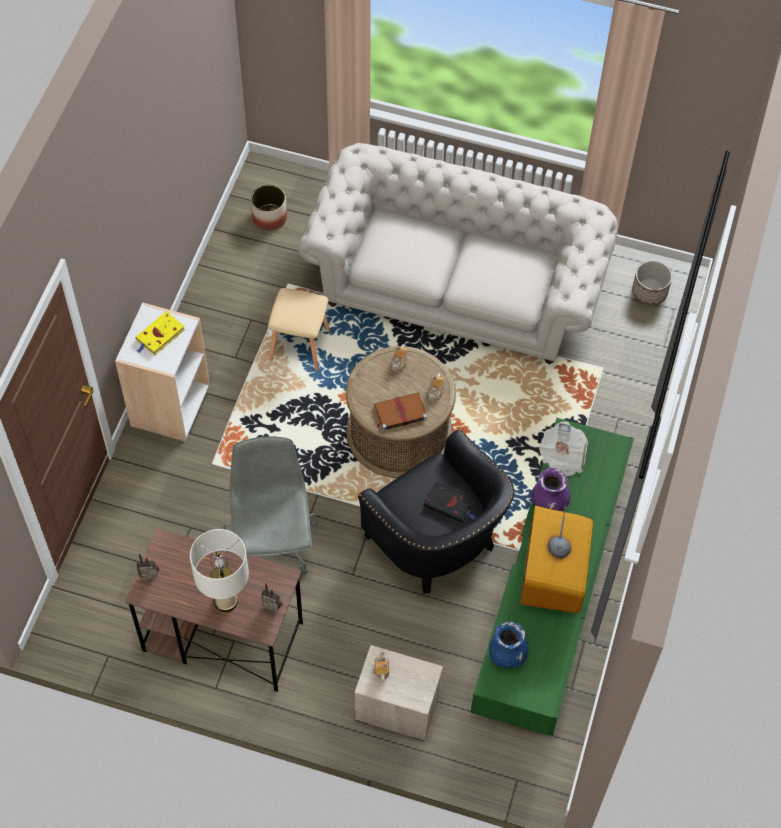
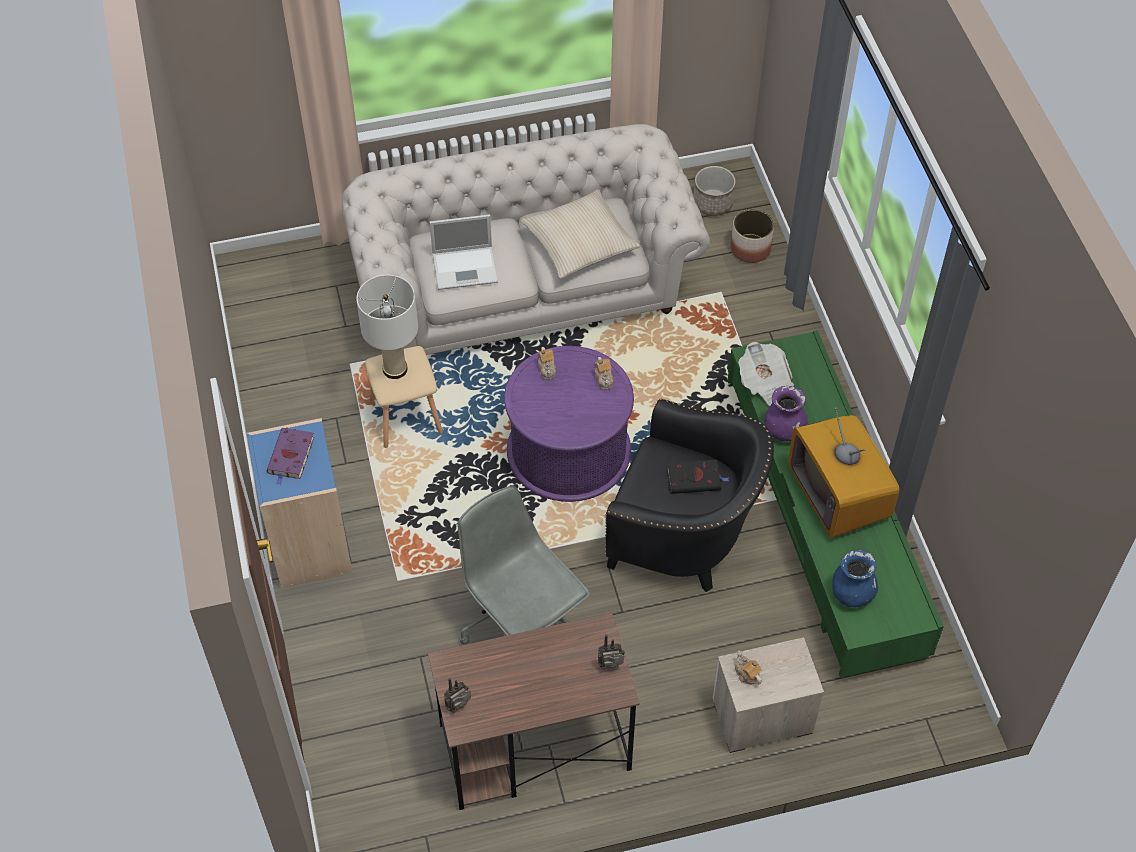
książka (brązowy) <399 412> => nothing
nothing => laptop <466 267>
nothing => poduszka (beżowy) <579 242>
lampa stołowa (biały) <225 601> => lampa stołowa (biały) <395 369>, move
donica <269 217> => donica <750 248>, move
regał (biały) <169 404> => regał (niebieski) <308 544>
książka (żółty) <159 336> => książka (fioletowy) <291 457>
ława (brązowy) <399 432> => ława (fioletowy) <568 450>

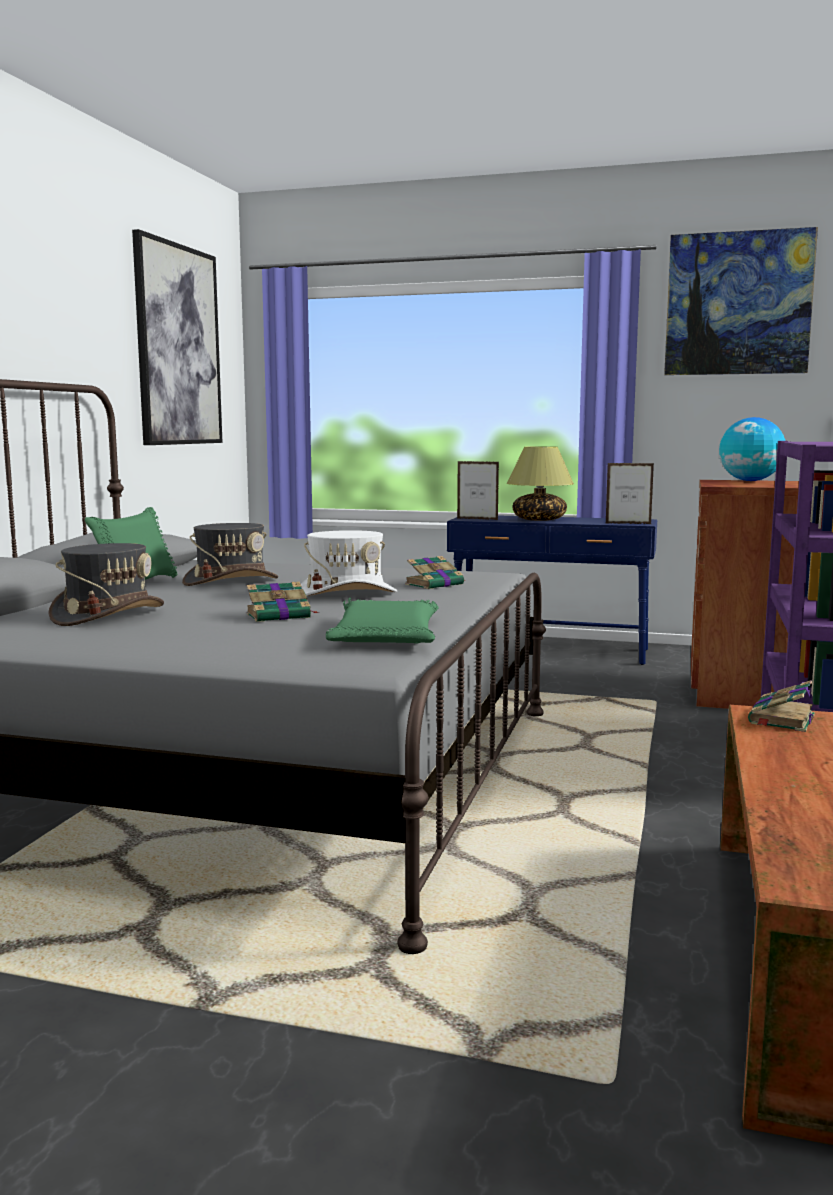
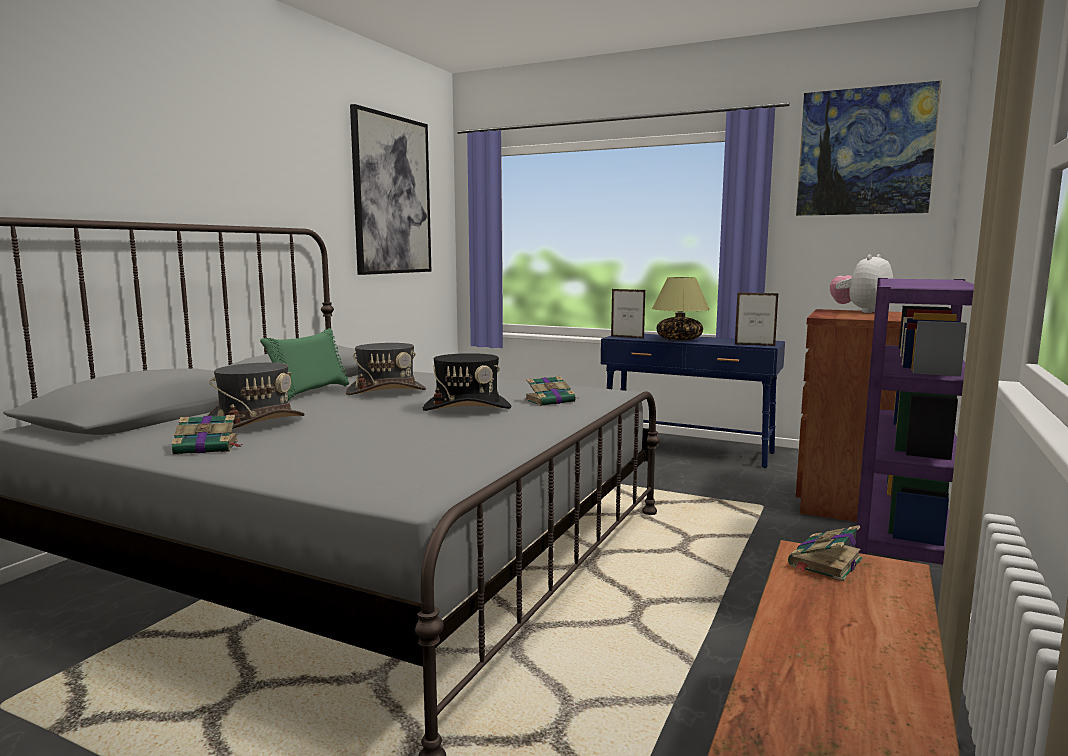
poduszka (zielony) <385 634> => nothing
książka <280 616> => książka <208 447>, move
globus <750 481> => pluszak <861 311>
kapelusz (biały) <346 593> => kapelusz (czarny) <467 408>

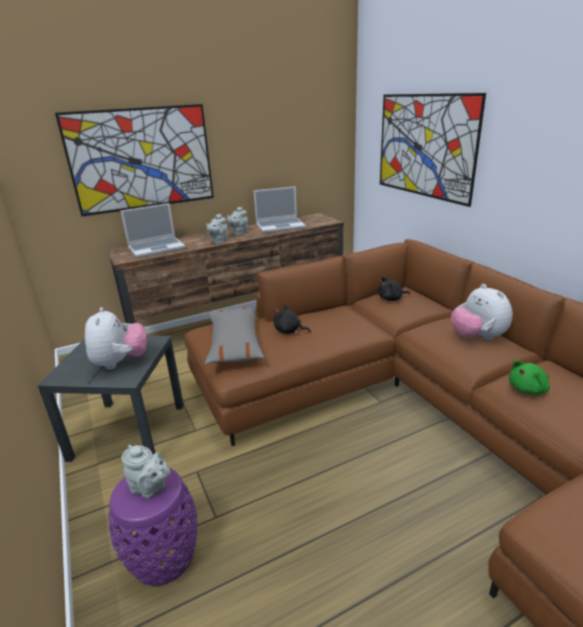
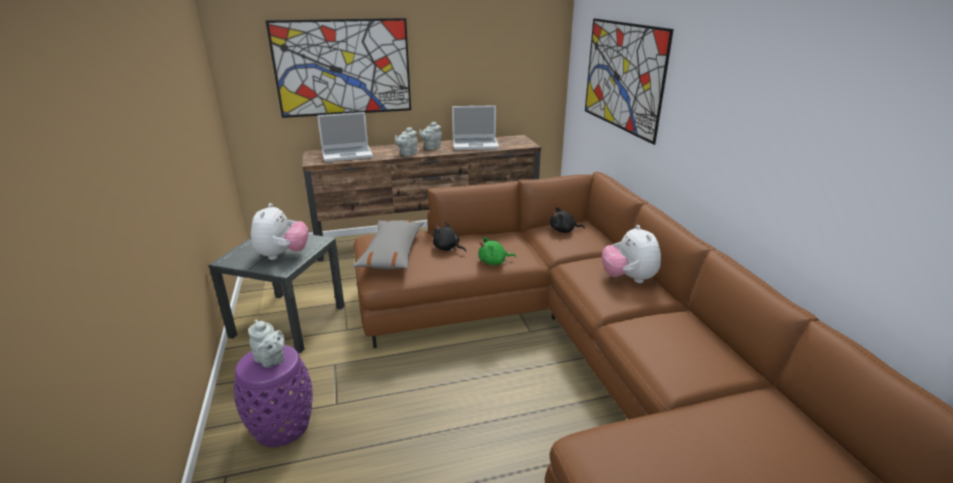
pluszak (zielony) <528 389> => pluszak (zielony) <494 262>, move

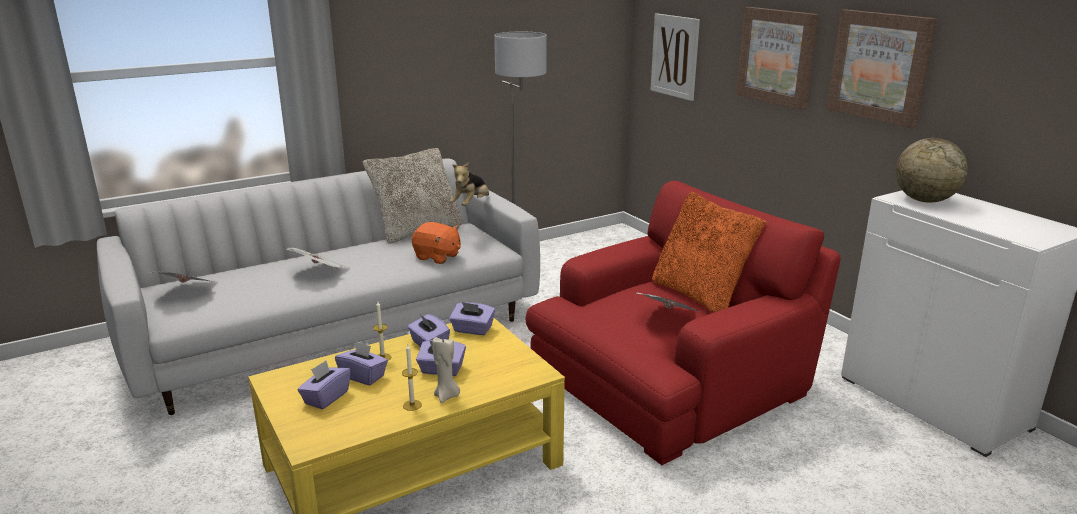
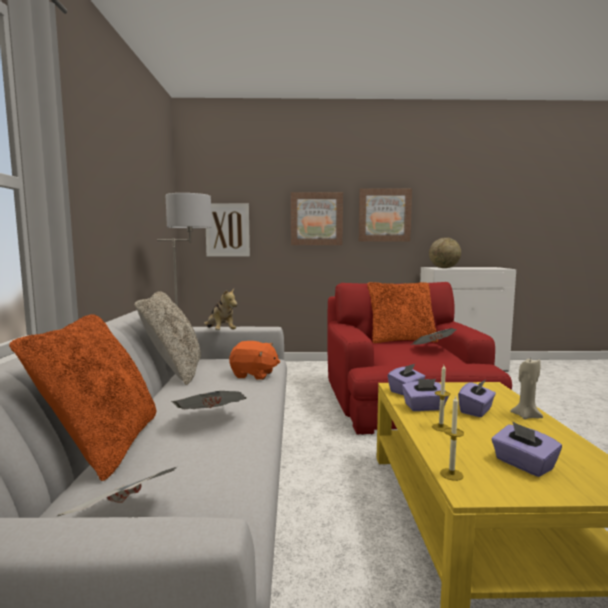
pudełko chusteczek (fioletowy) <363 376> => nothing
nothing => poduszka (pomarańczowy) <103 444>
świeca <412 405> => świeca <451 474>, move
pluszak (pomarańczowy) <437 257> => pluszak (pomarańczowy) <254 375>, 45 degrees clockwise

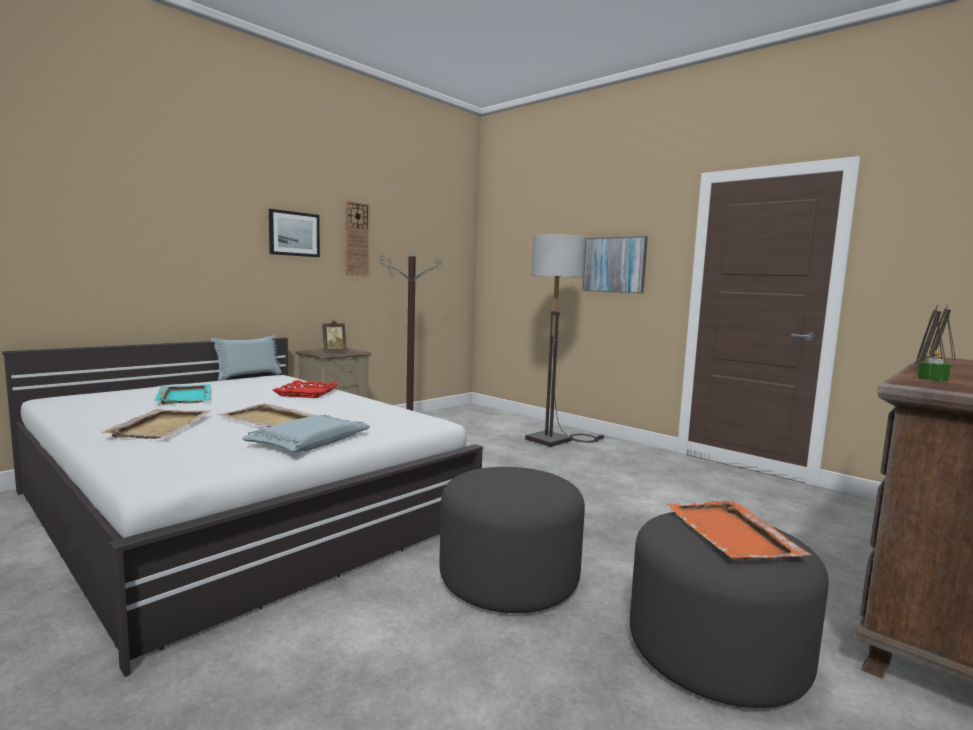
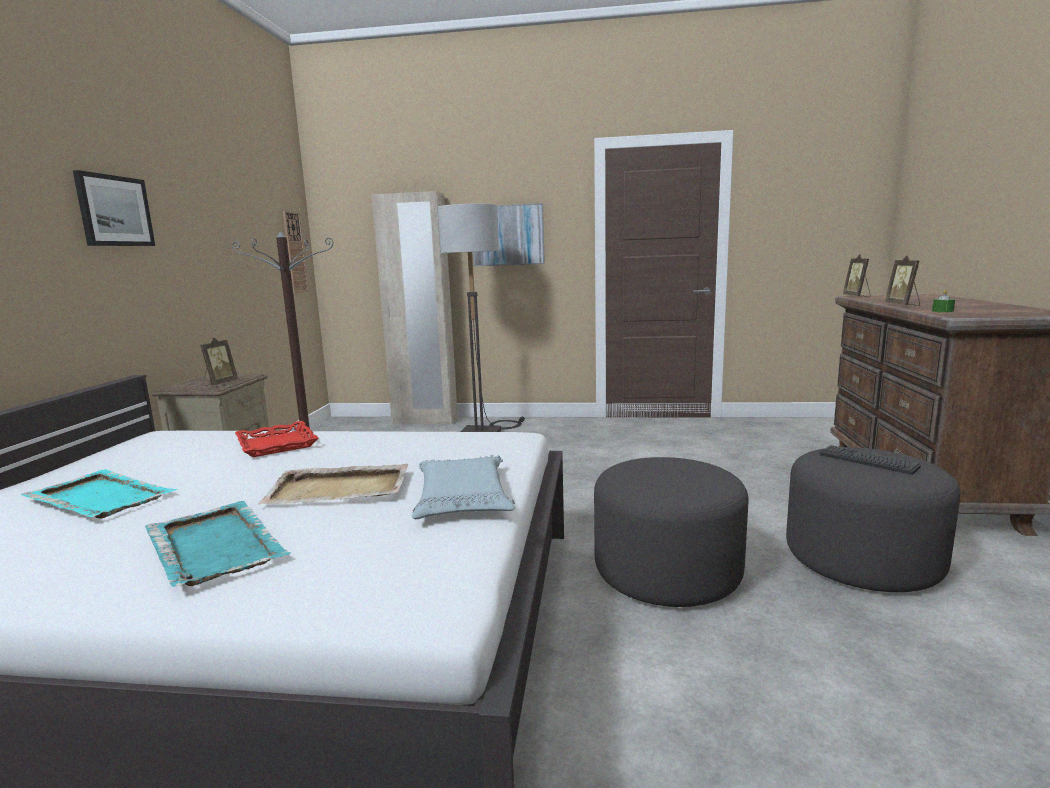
poduszka (niebieski) <248 376> => nothing
nothing => szafa (beżowy) <425 421>
zegar ścienny <357 239> => zegar ścienny <294 252>, move
taca (pomarańczowy) <731 533> => klawiatura <868 460>
taca (beżowy) <162 426> => taca (turkusowy) <215 545>

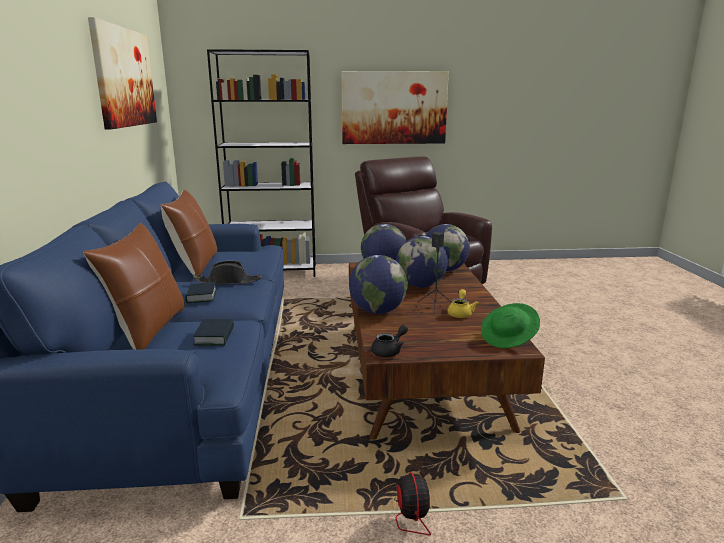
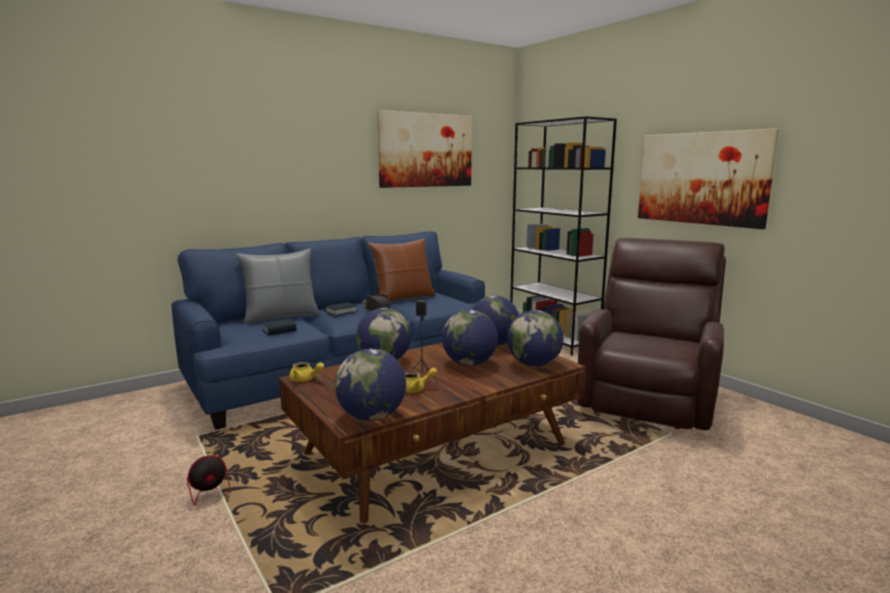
kapelusz (zielony) <509 338> => globus <372 417>
poduszka (brązowy) <147 329> => poduszka (szary) <281 317>
imbryk (czarny) <389 351> => imbryk (żółty) <305 379>

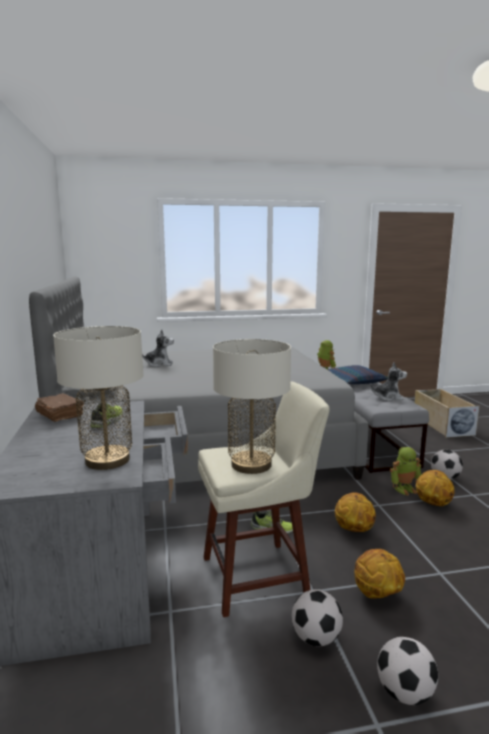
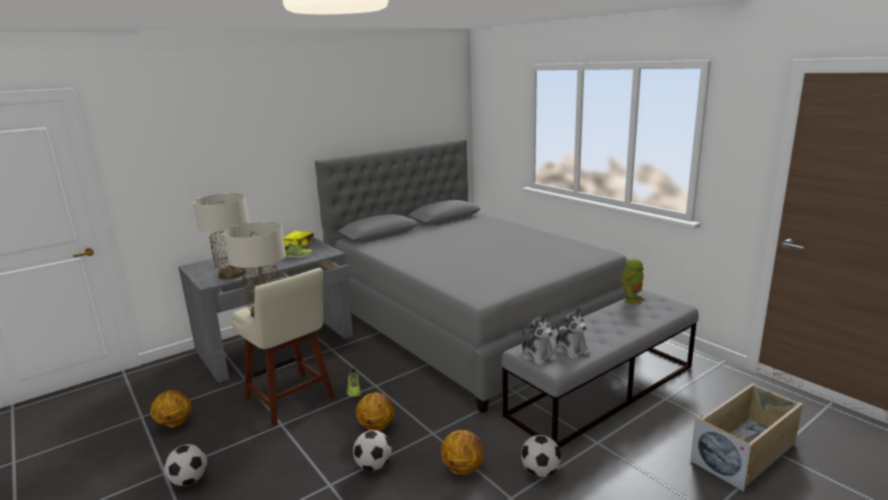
poduszka (niebieski) <354 382> => nothing
robot zabawkowy <404 489> => nothing
pluszak <159 364> => pluszak <537 356>, move
piłka futbolowa <316 638> => piłka futbolowa <374 465>, move
piłka do koszykówki <376 594> => piłka do koszykówki <174 423>, move
książka (brązowy) <60 415> => książka (żółty) <299 245>

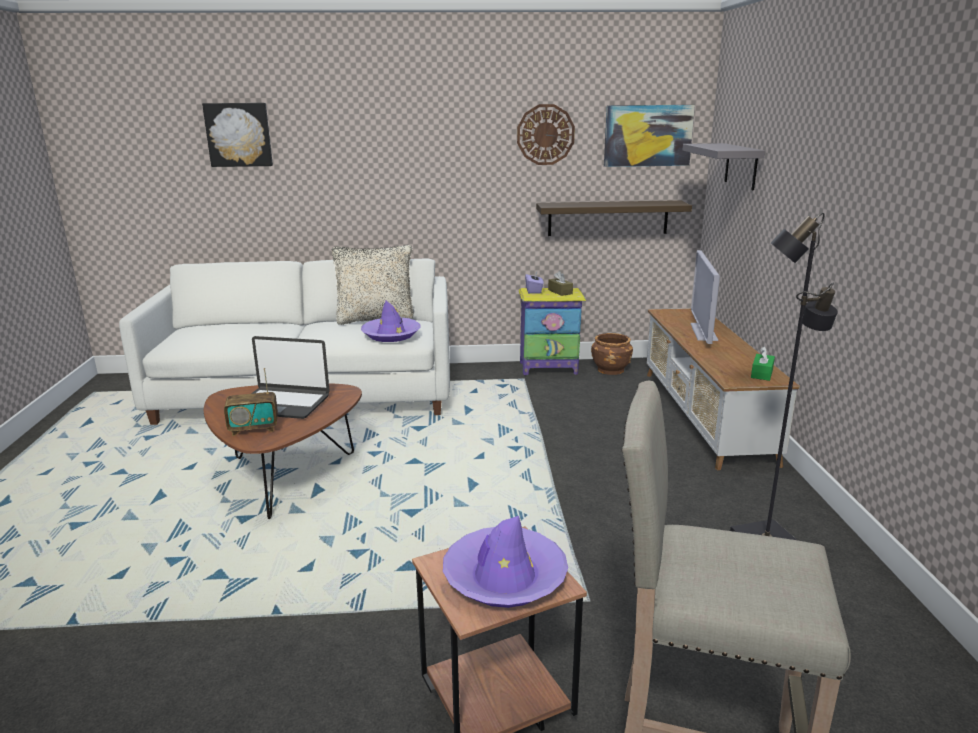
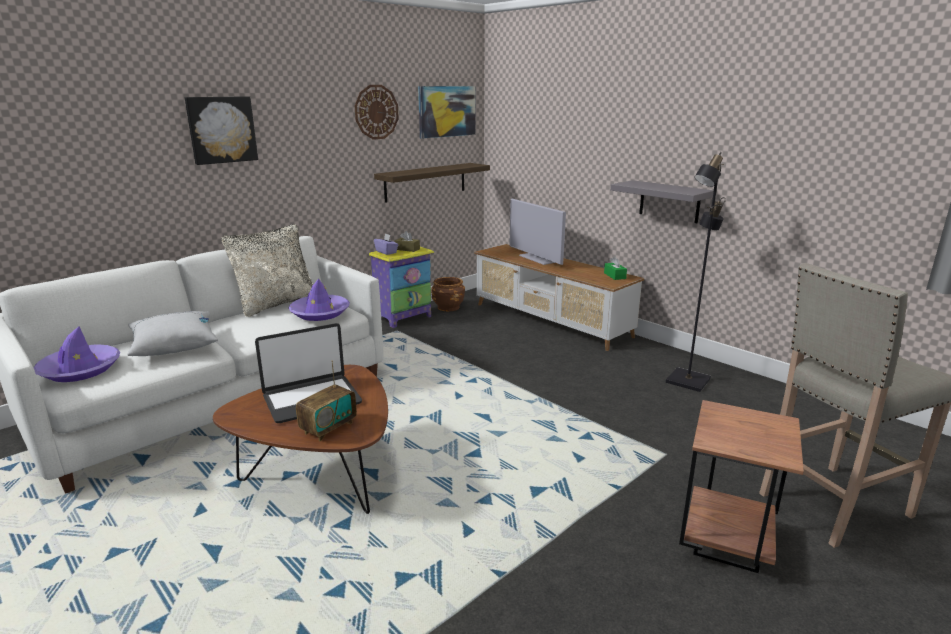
nothing => poduszka (szary) <174 346>
obraz <239 134> => obraz <221 129>, move
kapelusz (fioletowy) <504 577> => kapelusz (fioletowy) <80 370>, move
półka (szary) <741 166> => półka (szary) <669 201>, move

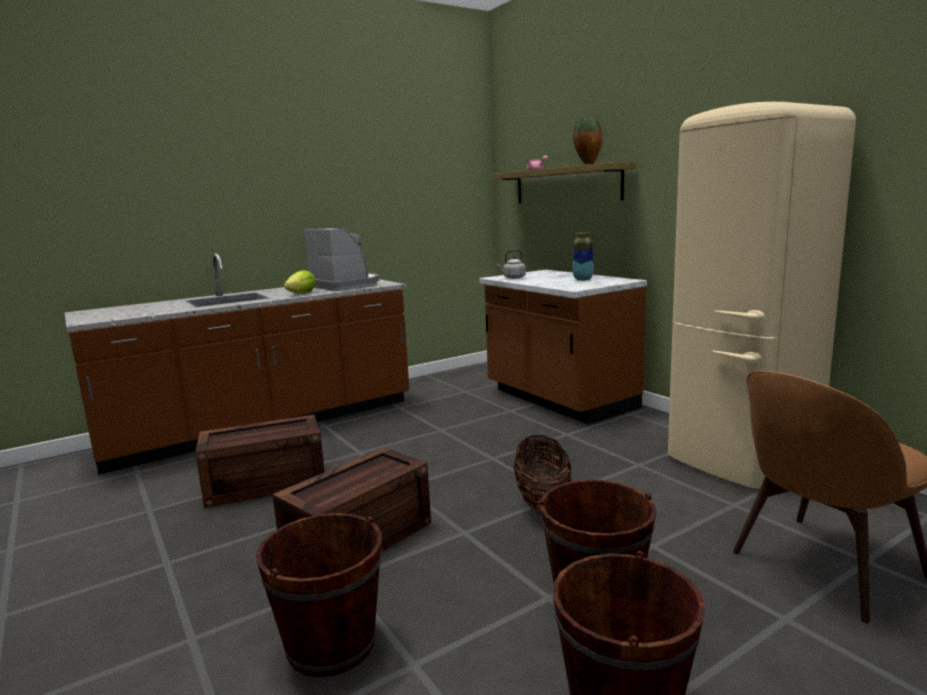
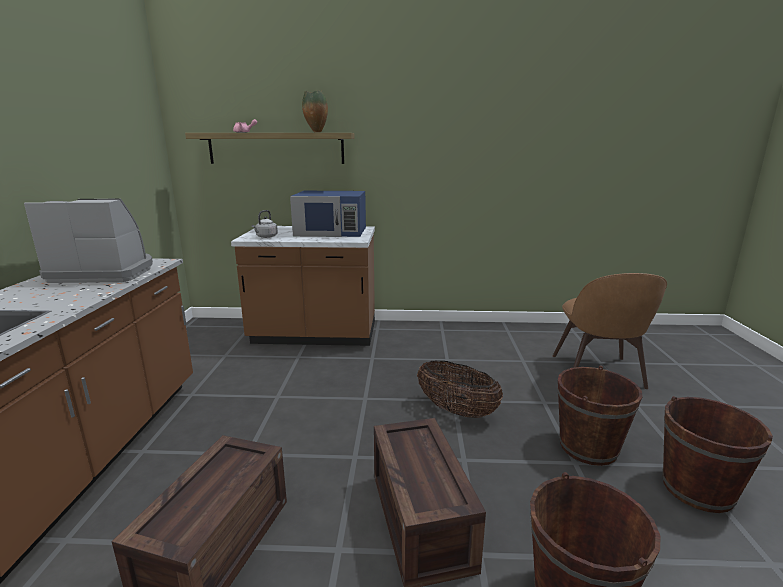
sałata <301 293> => nothing
lodówka (beżowy) <739 461> => nothing
wazon <583 279> => mikrofalówka (niebieski) <331 231>

